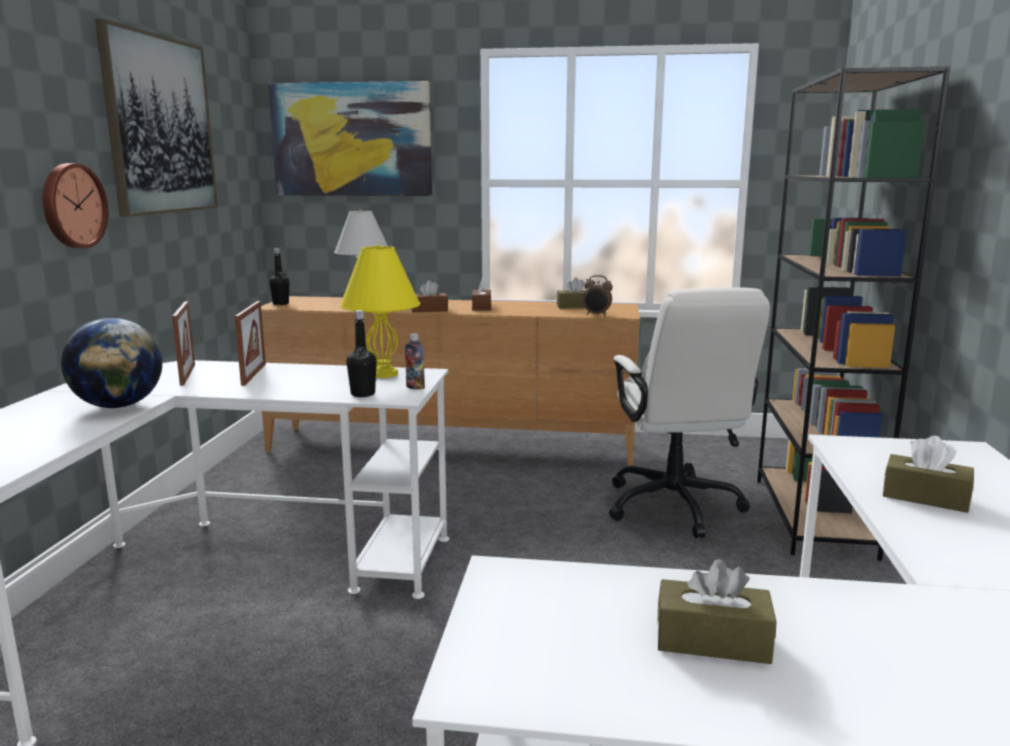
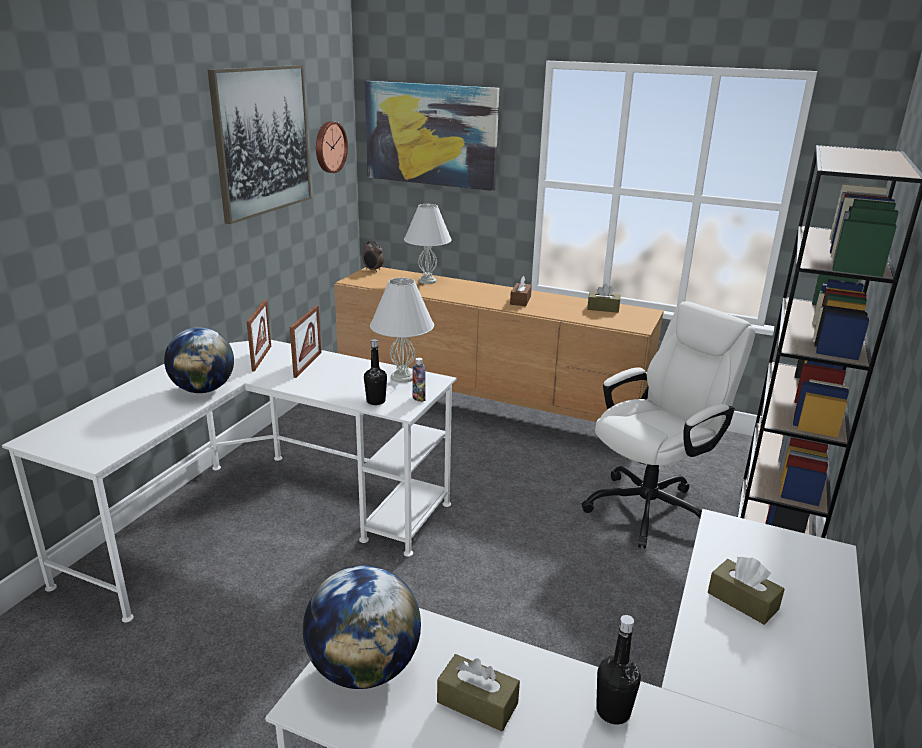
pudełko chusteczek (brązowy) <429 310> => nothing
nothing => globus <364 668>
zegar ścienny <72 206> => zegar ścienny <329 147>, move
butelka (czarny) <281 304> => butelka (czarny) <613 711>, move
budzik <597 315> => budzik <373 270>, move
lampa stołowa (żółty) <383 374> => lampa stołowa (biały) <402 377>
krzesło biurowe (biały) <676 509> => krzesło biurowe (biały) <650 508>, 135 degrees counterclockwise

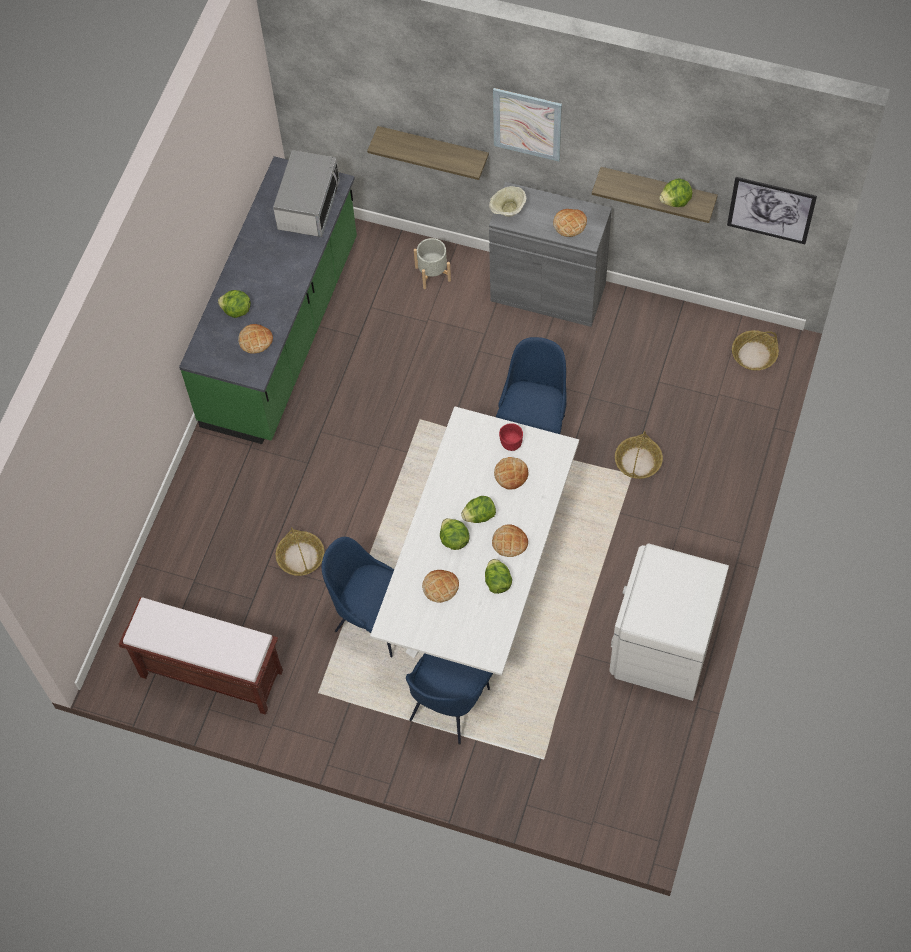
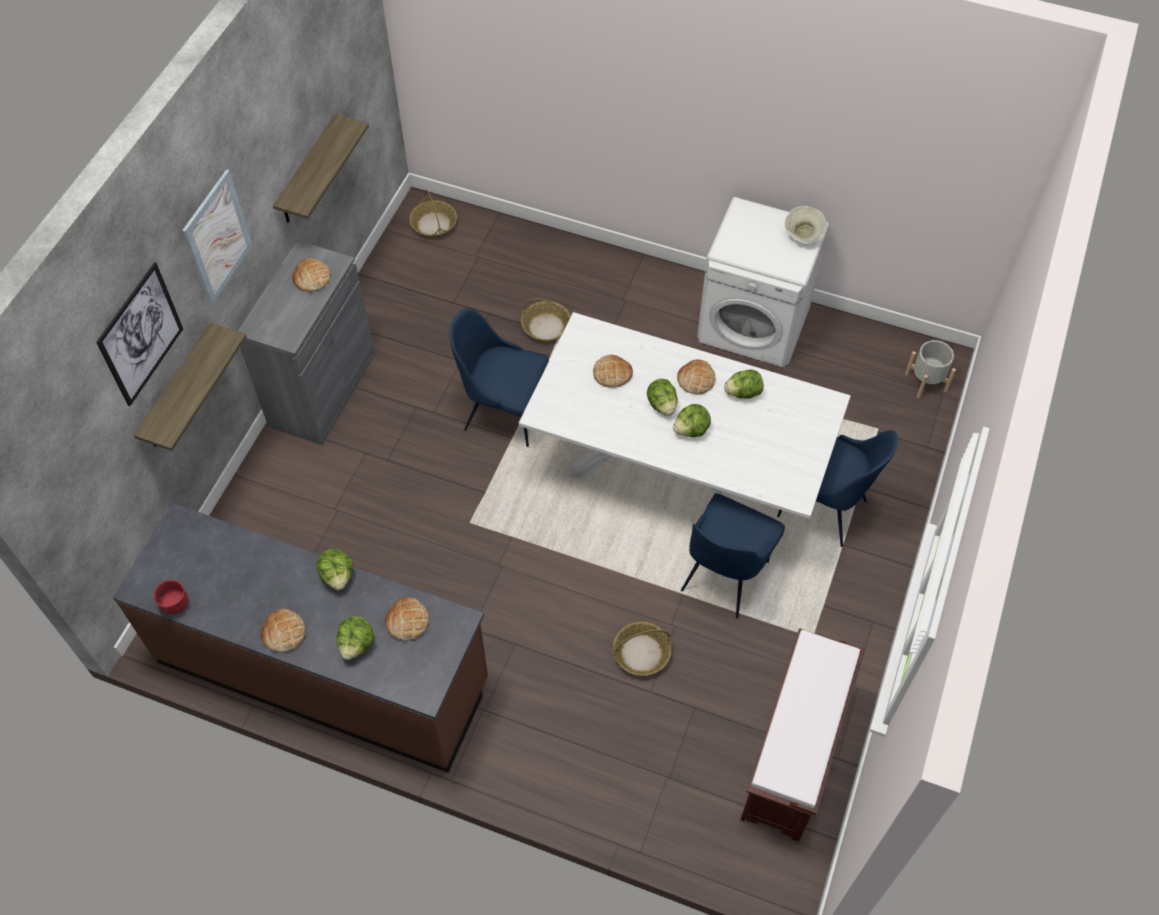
mikrofalówka <308 206> => nothing
donica (szary) <432 274> => donica (szary) <926 382>, move
chleb <440 587> => chleb <284 633>, move
miska (beżowy) <507 210> => miska (beżowy) <803 236>, move
miska (czerwony) <510 443> => miska (czerwony) <176 605>, move
sałata <675 201> => sałata <337 576>, move
obraz <771 210> => obraz <141 334>, move
zabudowa kuchenna (zielony) <282 333> => zabudowa kuchenna (brązowy) <324 670>

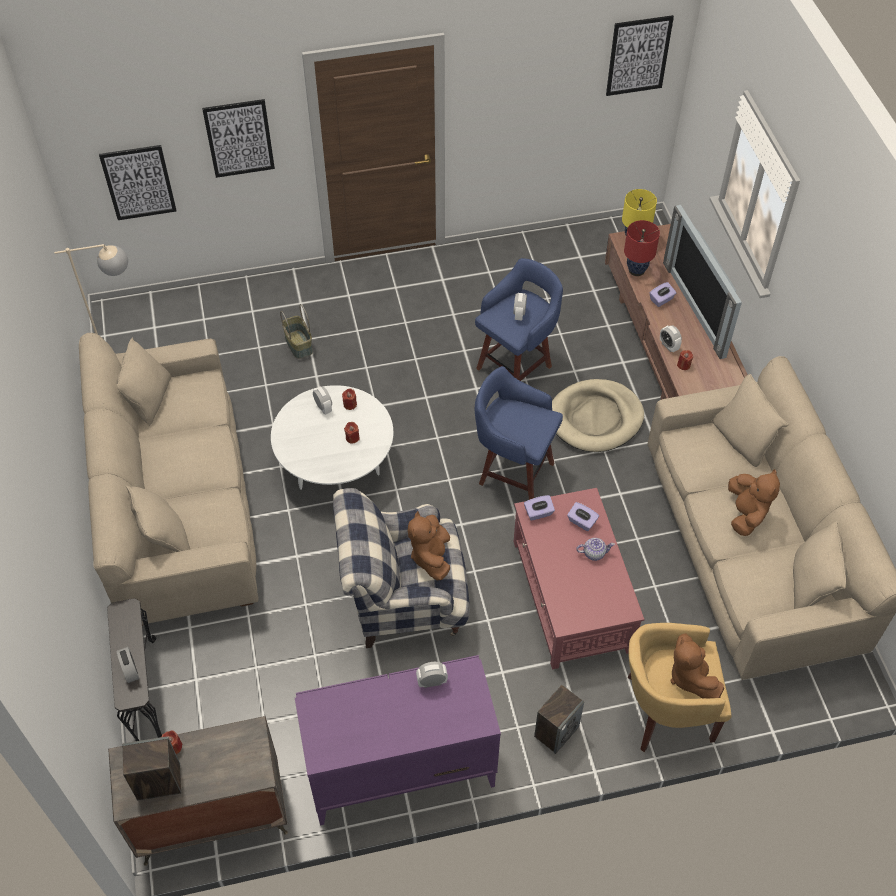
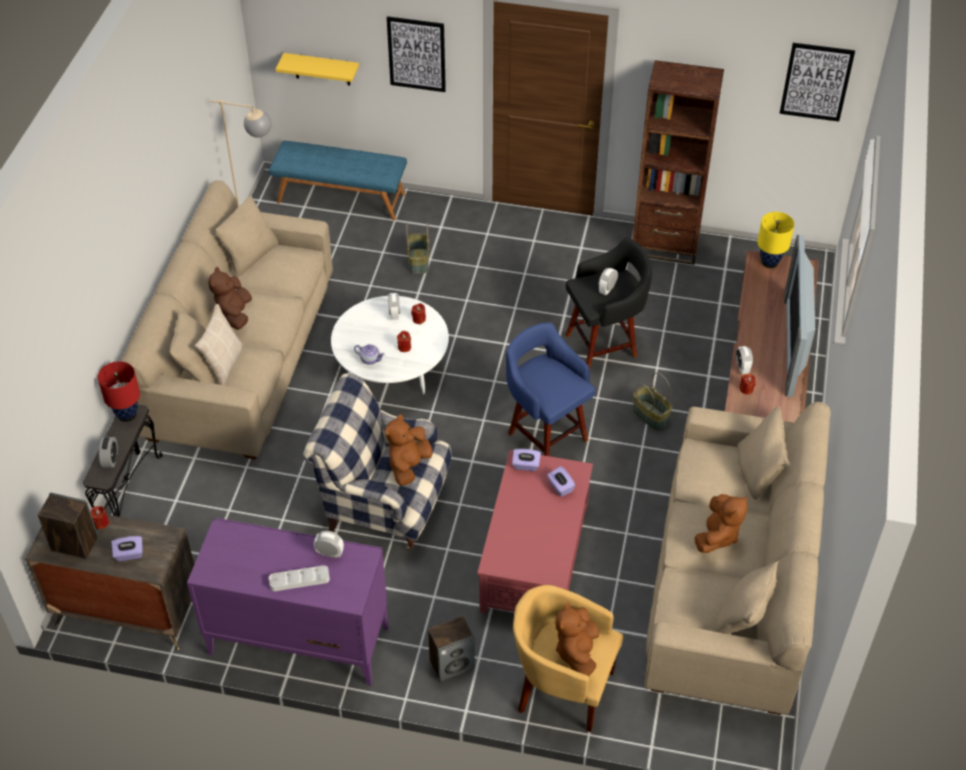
nothing => poduszka (beżowy) <224 364>
nothing => pluszak (brązowy) <234 314>
nothing => ławka (niebieski) <341 197>
nothing => taca (szary) <299 580>
nothing => regał (brązowy) <665 245>
imbryk <594 553> => imbryk <370 359>, move
lampa stołowa (czerwony) <636 270> => lampa stołowa (czerwony) <127 414>, move
pudełko chusteczek (fioletowy) <661 300> => pudełko chusteczek (fioletowy) <129 554>, move
obraz <138 182> => półka (żółty) <322 69>
legowisko (beżowy) <595 418> => koszyk <651 416>
stołek (niebieski) <516 366> => stołek (czarny) <604 345>

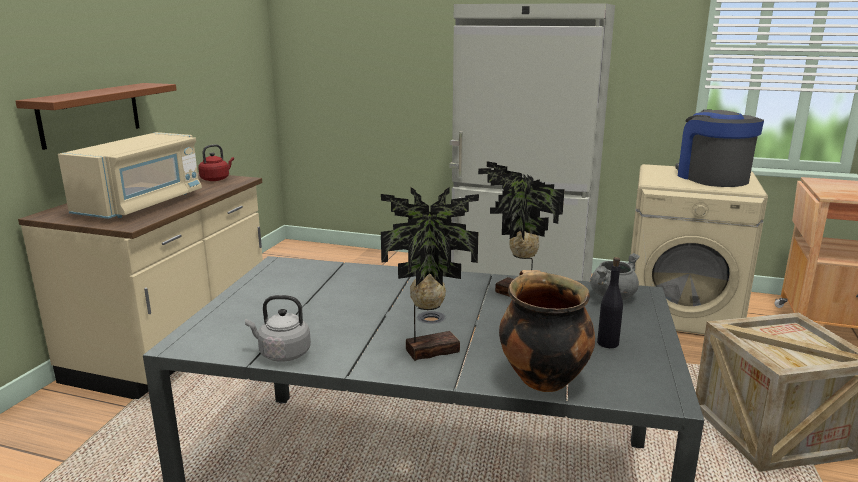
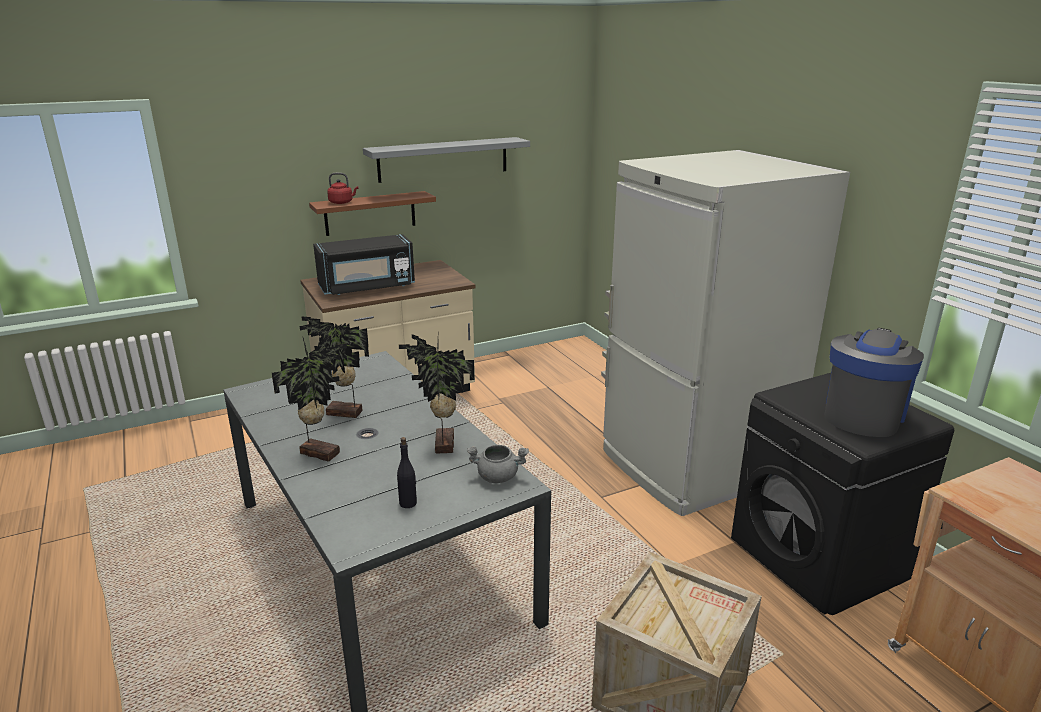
czajnik (szary) <282 354> => nothing
garnek <541 378> => nothing
nothing => roślina doniczkowa <344 414>
nothing => półka (szary) <443 159>
czajnik (czerwony) <216 179> => czajnik (czerwony) <342 202>, move
mikrofalówka (beżowy) <142 204> => mikrofalówka (czarny) <367 287>
pralka (beżowy) <681 312> => pralka (czarny) <816 558>

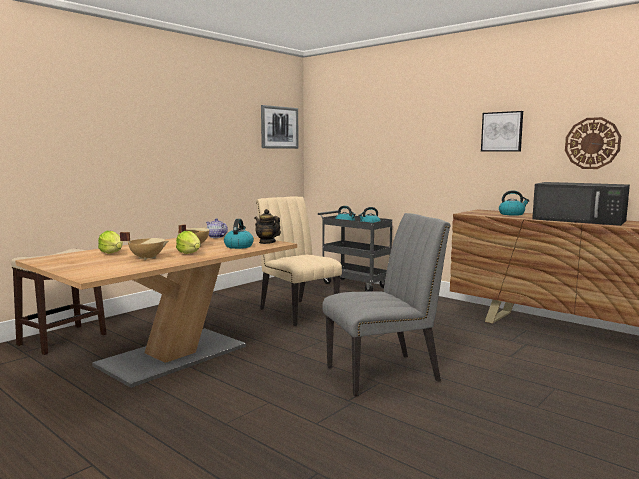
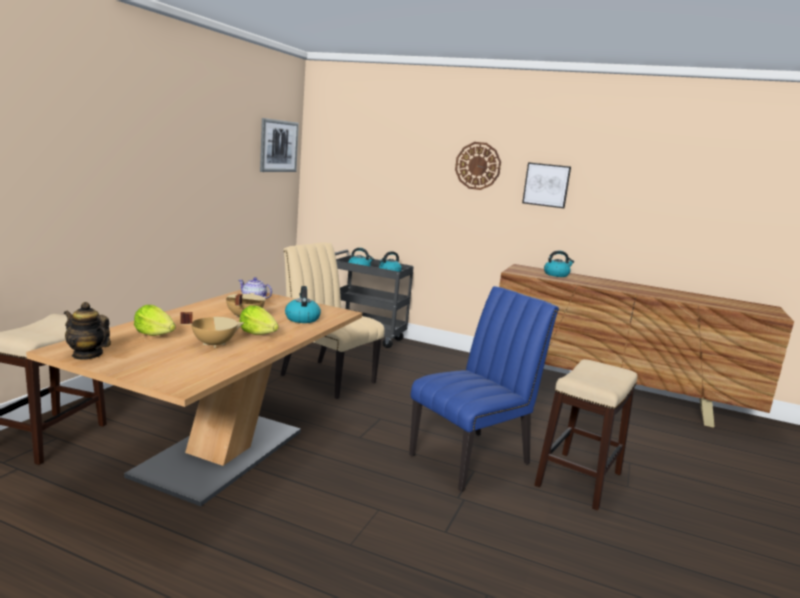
mikrofalówka (czarny) <580 220> => nothing
nothing => stołek <578 479>
imbryk <267 242> => imbryk <87 355>, move
zegar ścienny <592 143> => zegar ścienny <478 166>, move
krzesło (szary) <381 374> => krzesło (niebieski) <469 460>

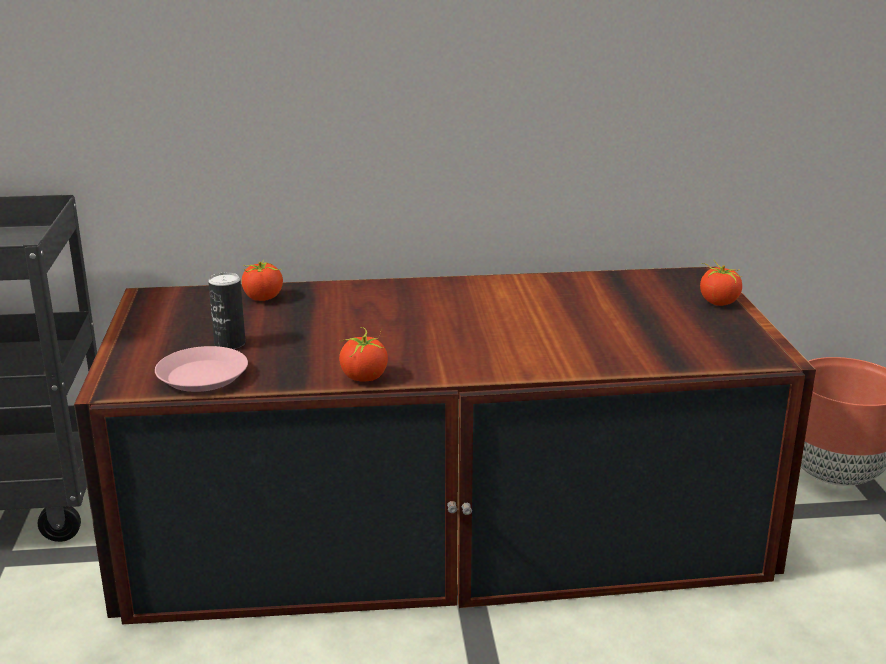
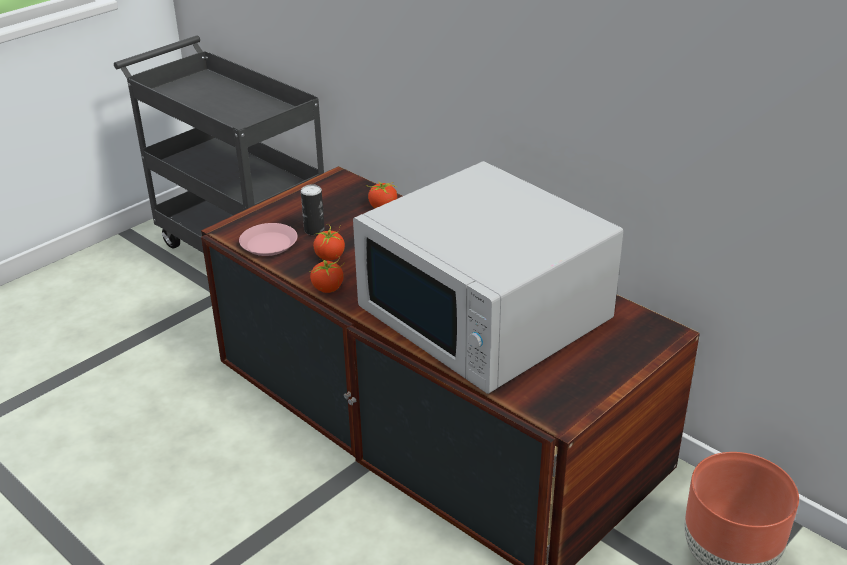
nothing => mikrofalówka (biały) <485 316>
pomidor <718 302> => pomidor <330 257>, move

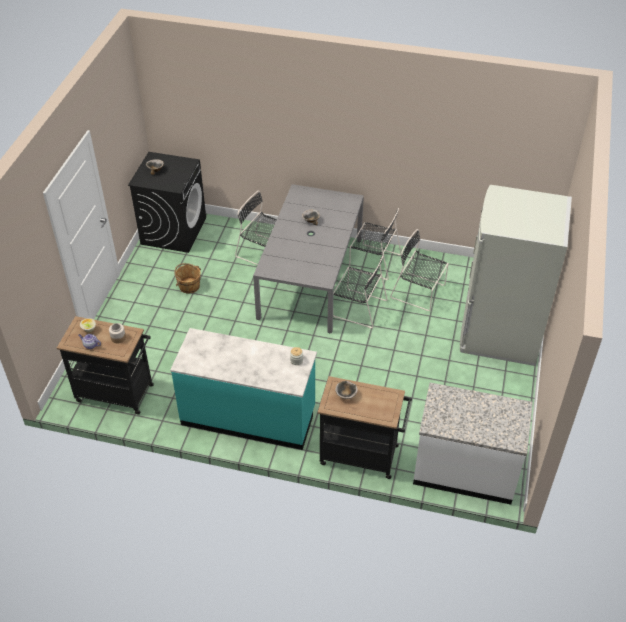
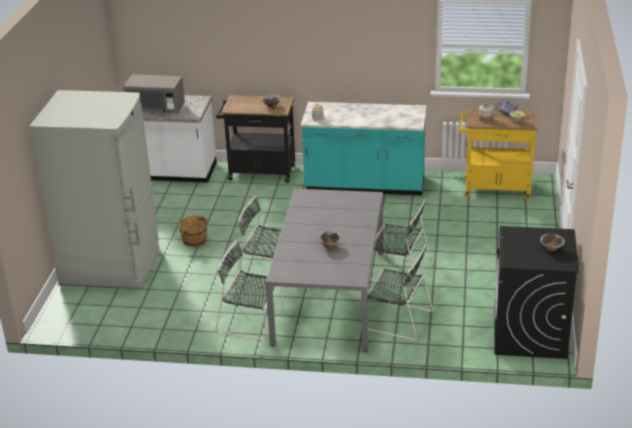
nothing => mikrofalówka (szary) <156 108>
wiadro (brązowy) <189 286> => wiadro (brązowy) <195 240>, move
krzesło (czarny) <419 292> => krzesło (czarny) <398 271>, move
wózek (czarny) <117 394> => wózek (żółty) <494 188>

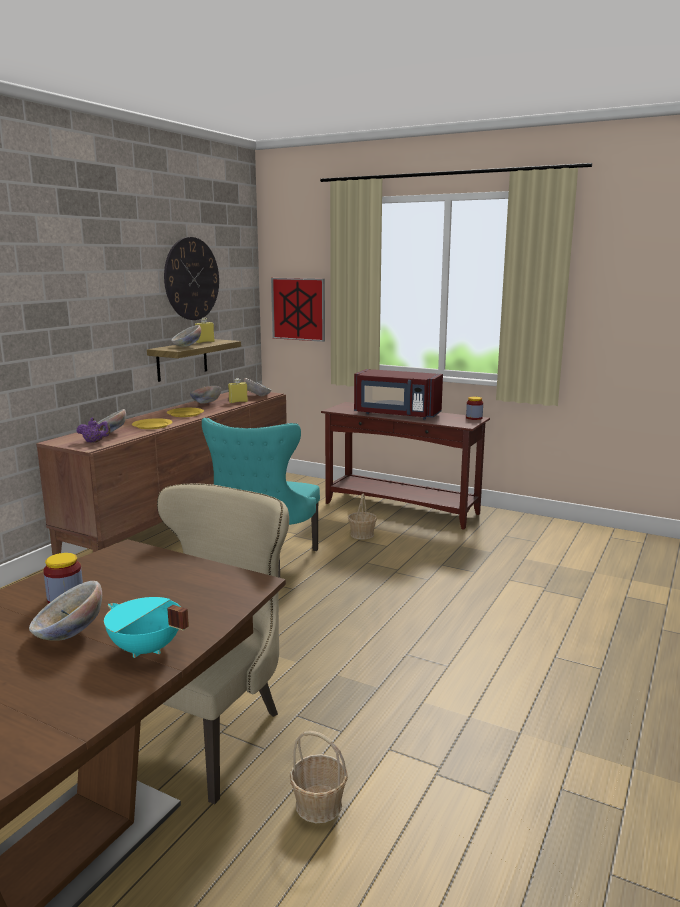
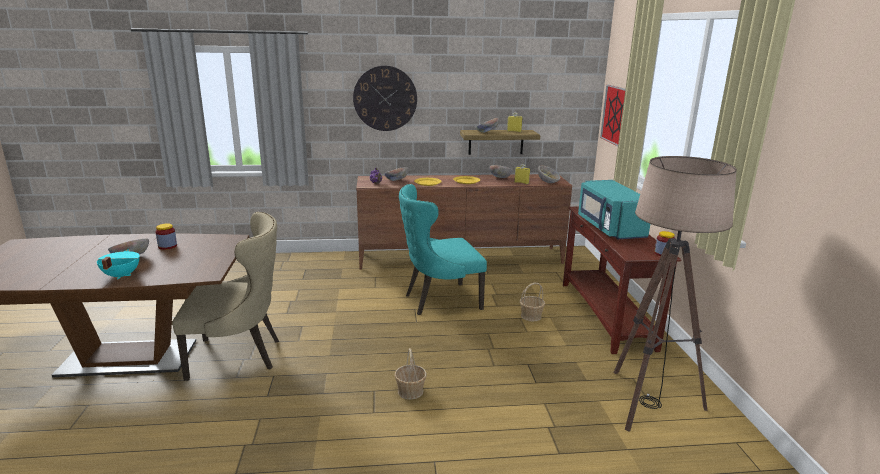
nothing => lampa stojąca <648 402>
zegar ścienny <191 279> => zegar ścienny <385 98>, move
koszyk <319 805> => koszyk <410 391>, move
mikrofalówka (czerwony) <396 414> => mikrofalówka (turkusowy) <609 228>

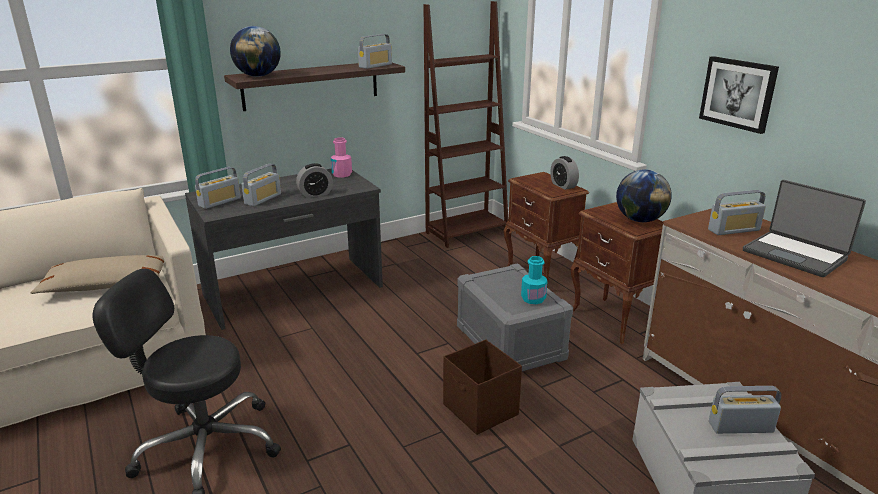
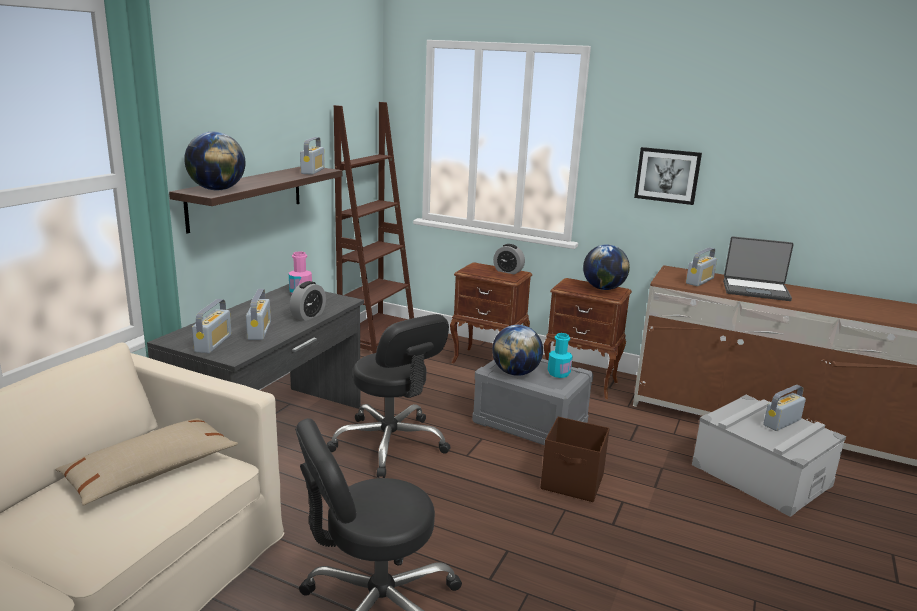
nothing => krzesło biurowe (czarny) <392 446>
nothing => globus <515 373>

